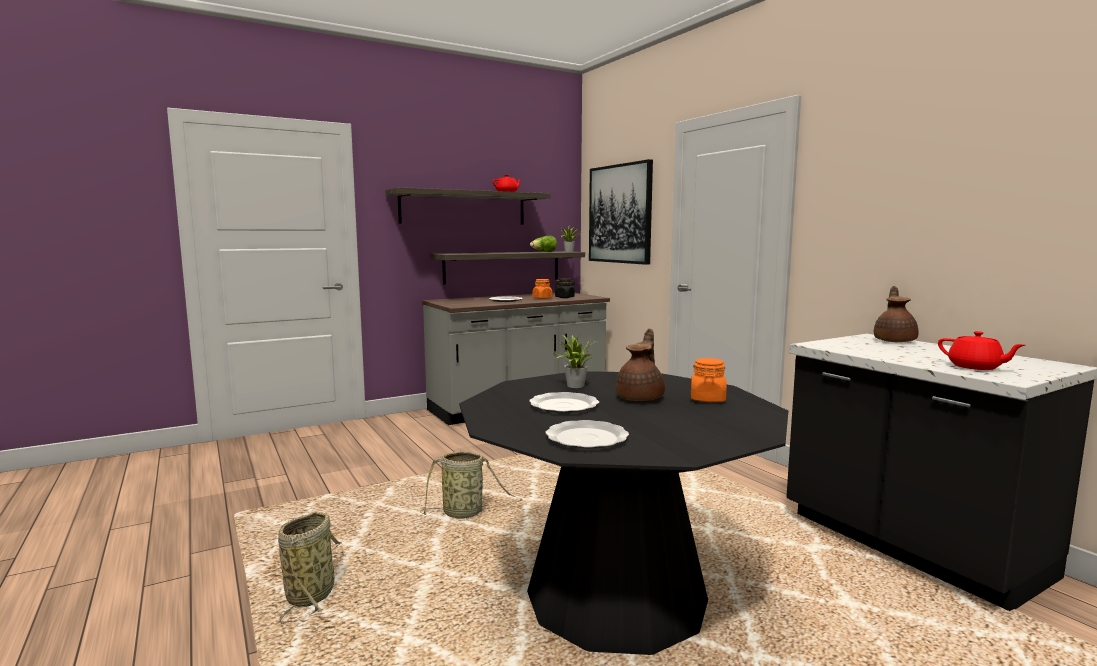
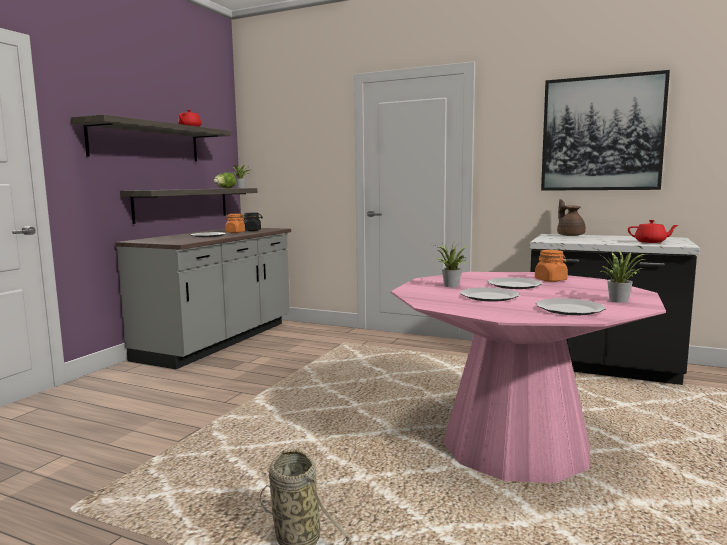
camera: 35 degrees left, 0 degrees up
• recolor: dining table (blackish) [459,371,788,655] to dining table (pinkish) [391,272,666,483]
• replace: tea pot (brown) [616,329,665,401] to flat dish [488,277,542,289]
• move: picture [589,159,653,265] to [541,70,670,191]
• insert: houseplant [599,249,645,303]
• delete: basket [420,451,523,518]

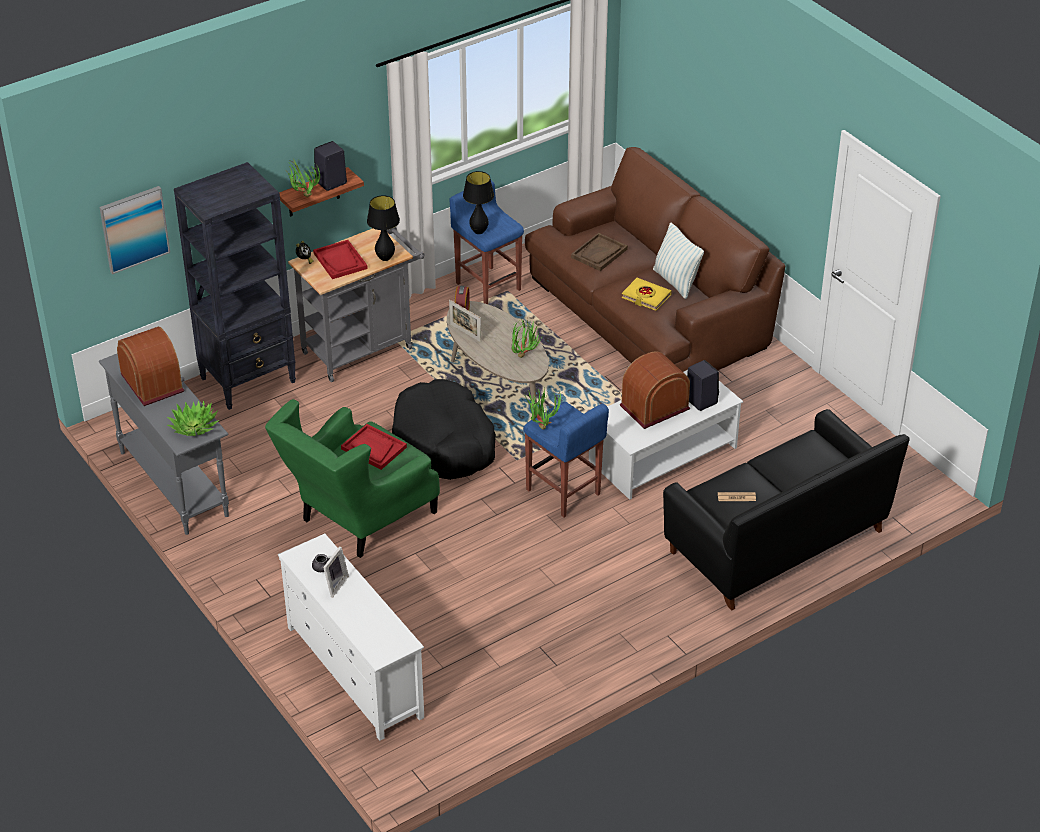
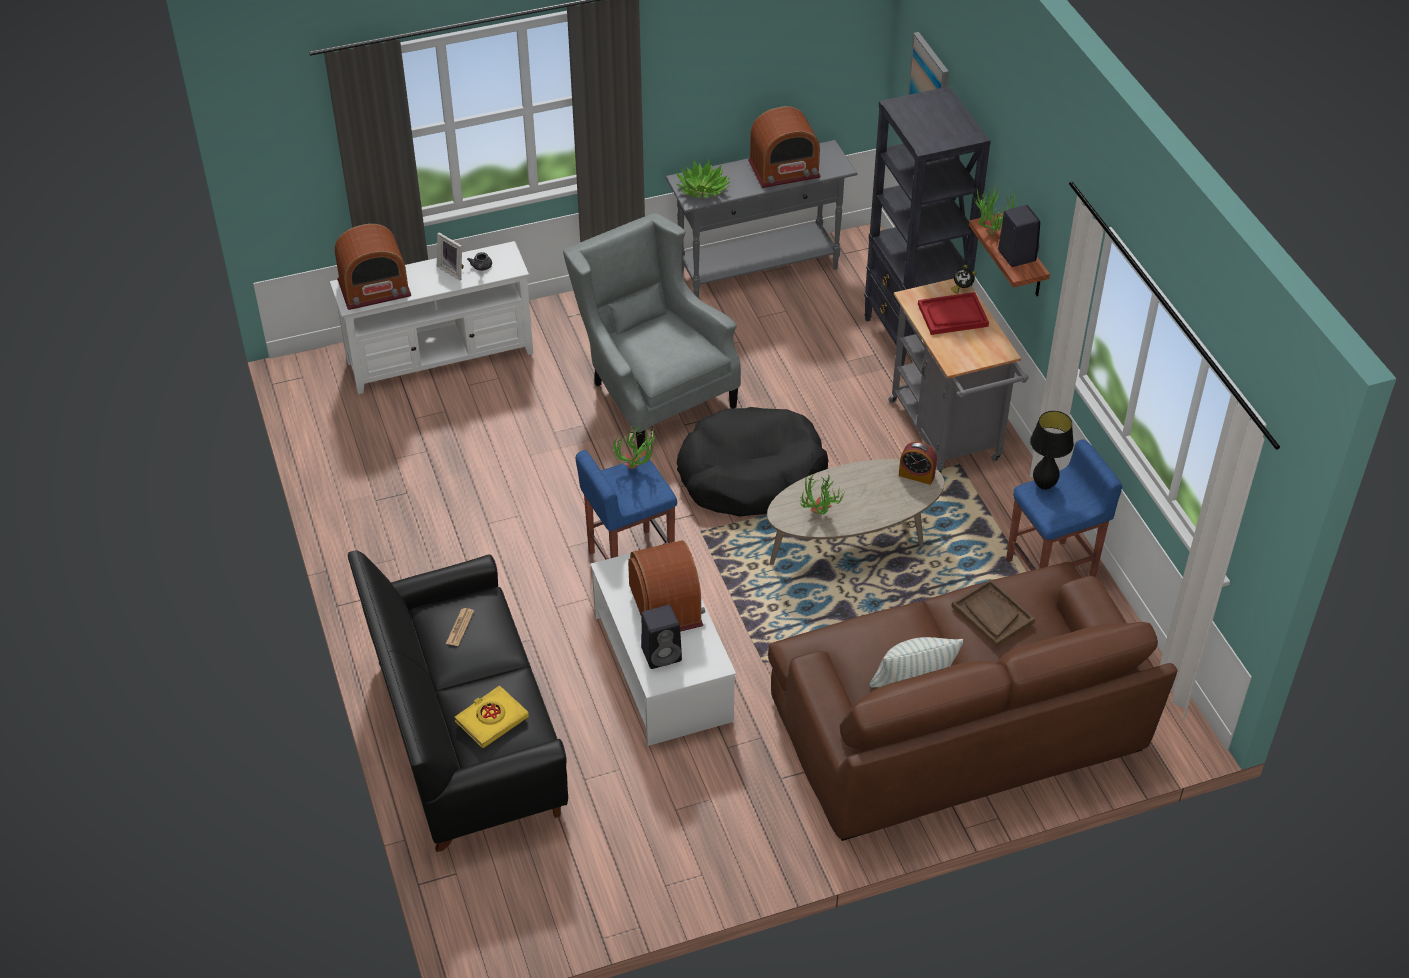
camera: 105 degrees right, 5 degrees up
• insert: radio set [335,224,411,310]
• move: book (yellowish) [622,278,672,311] to [455,685,529,748]
• recolor: lounge chair (green) [265,399,440,558] to lounge chair (greyish) [563,213,741,449]
• delete: tray (reddish) [341,424,407,470]
• delete: tabletop lamp (blackish) [367,195,400,261]
• delete: standing frame [449,300,481,342]

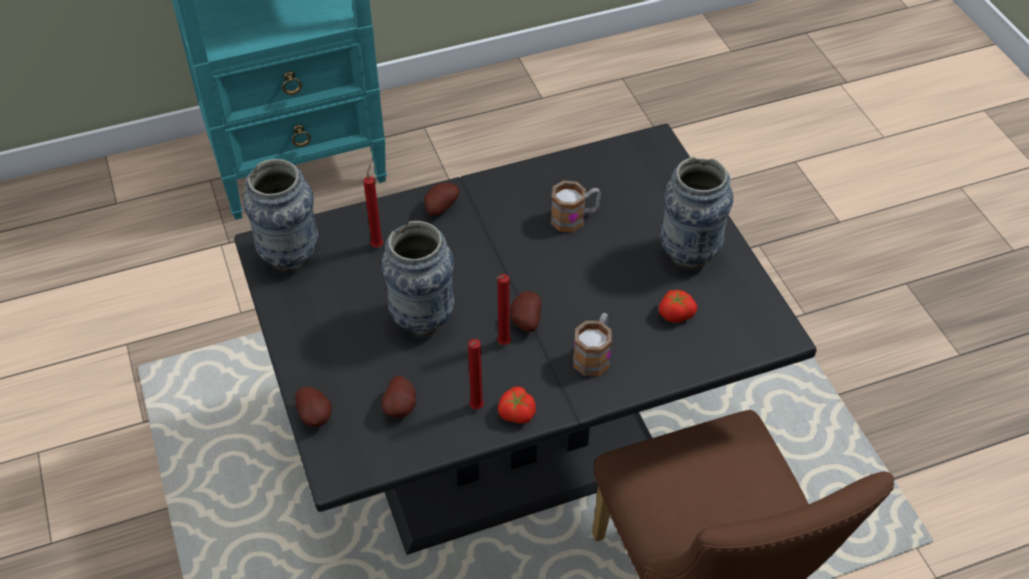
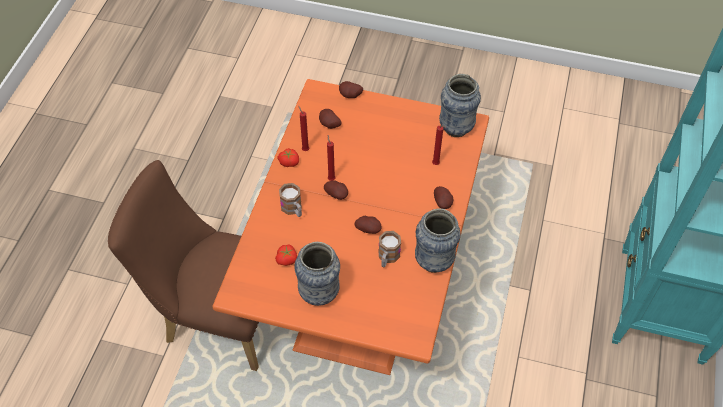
camera: 125 degrees right, 5 degrees up
• recolor: dining table (blackish) [234,124,817,555] to dining table (orange) [213,79,489,375]
• insert: whole potato [354,216,382,234]
• move: decorative vase [381,221,454,335] to [415,208,460,273]

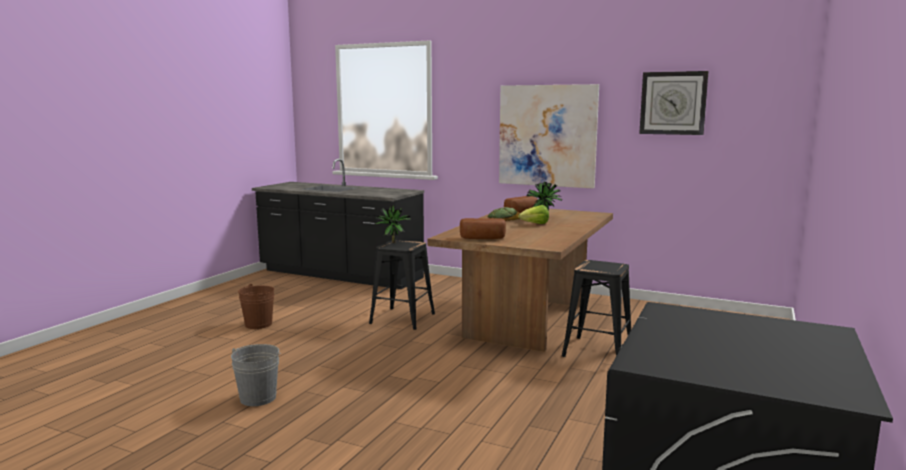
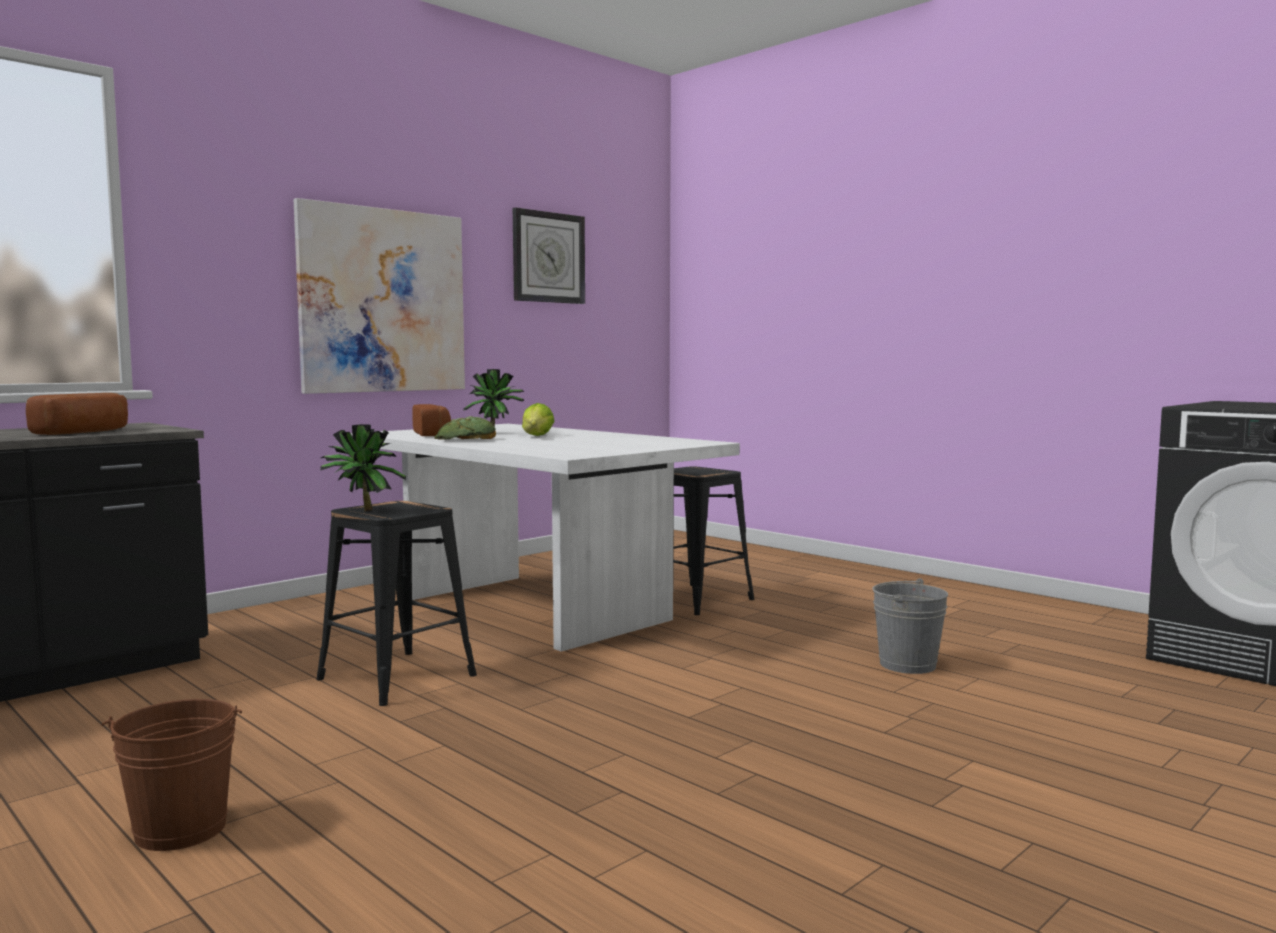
camera: 70 degrees left, 5 degrees down
• move: bread [460,218,506,239] to [26,393,128,435]
• recolor: dining table (brown) [428,209,613,352] to dining table (whitish) [351,424,740,652]
• move: water bucket (greyish) [231,344,281,406] to [872,578,948,674]

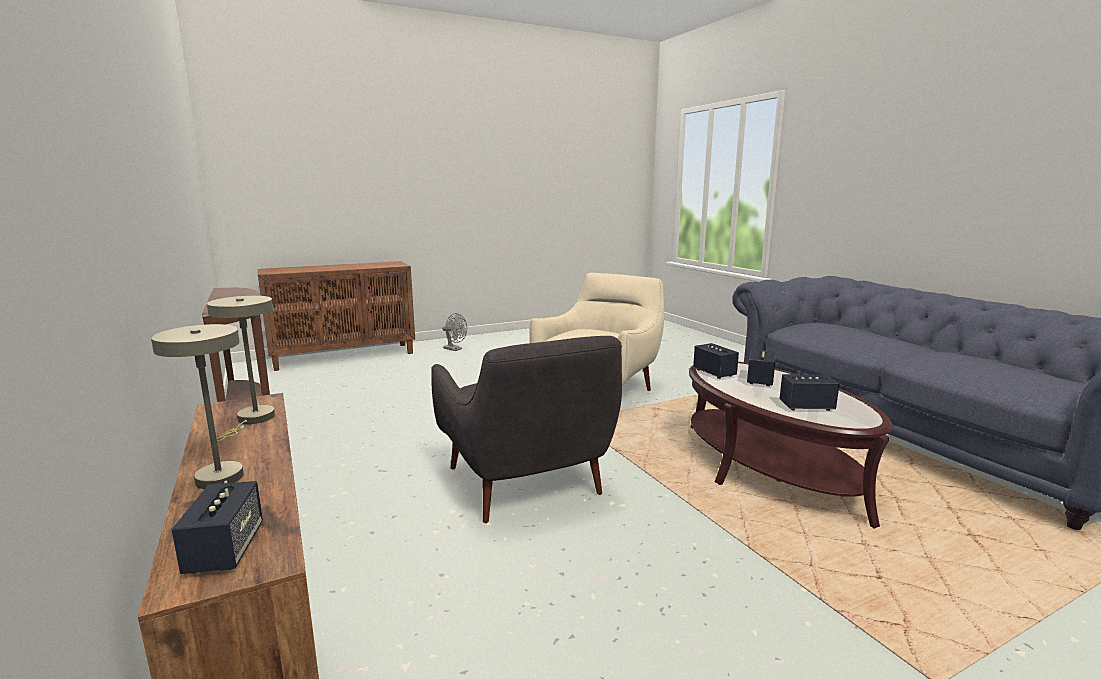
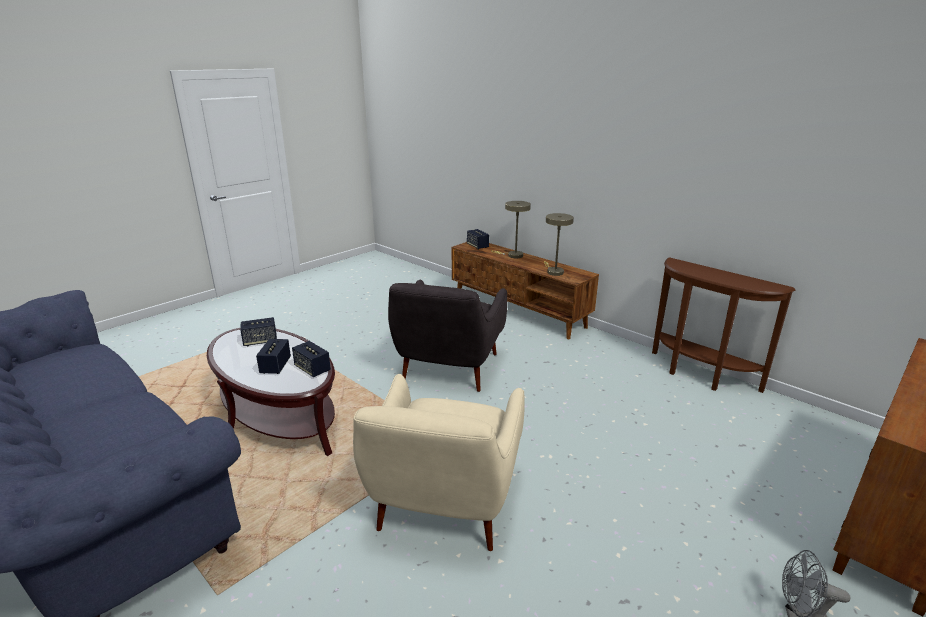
camera: 160 degrees right, 10 degrees up
• rotate: lounge chair (greyish) [431,336,622,523] = [388,280,507,392] 120 degrees counterclockwise

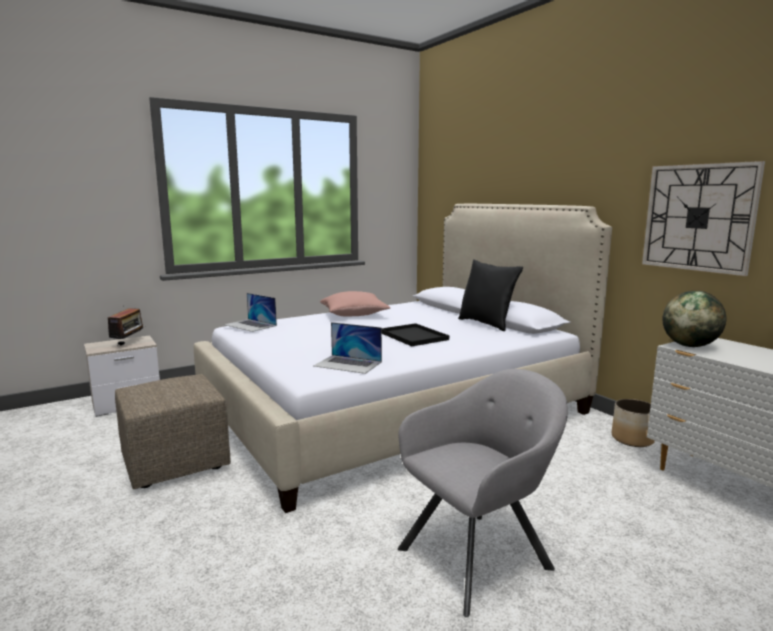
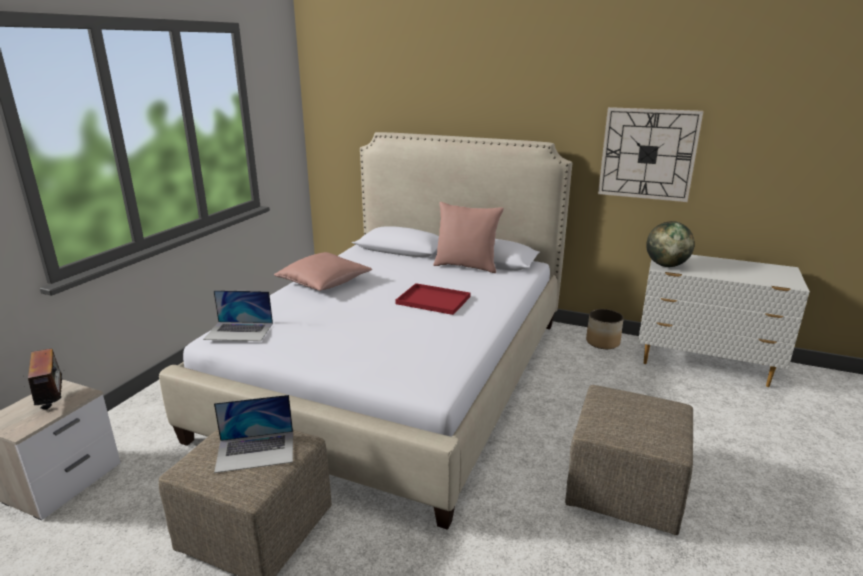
camera: 35 degrees left, 10 degrees up
• move: laptop [314,322,382,374] to [214,395,293,473]
• recolor: tray (blackish) [382,323,449,346] to tray (reddish) [395,283,470,315]
• recolor: pillow (blackish) [458,259,523,331] to pillow (pinkish) [433,202,504,273]
• replace: lounge chair (greyish) [398,369,568,617] to ottoman (sand-coloured) [565,385,693,535]

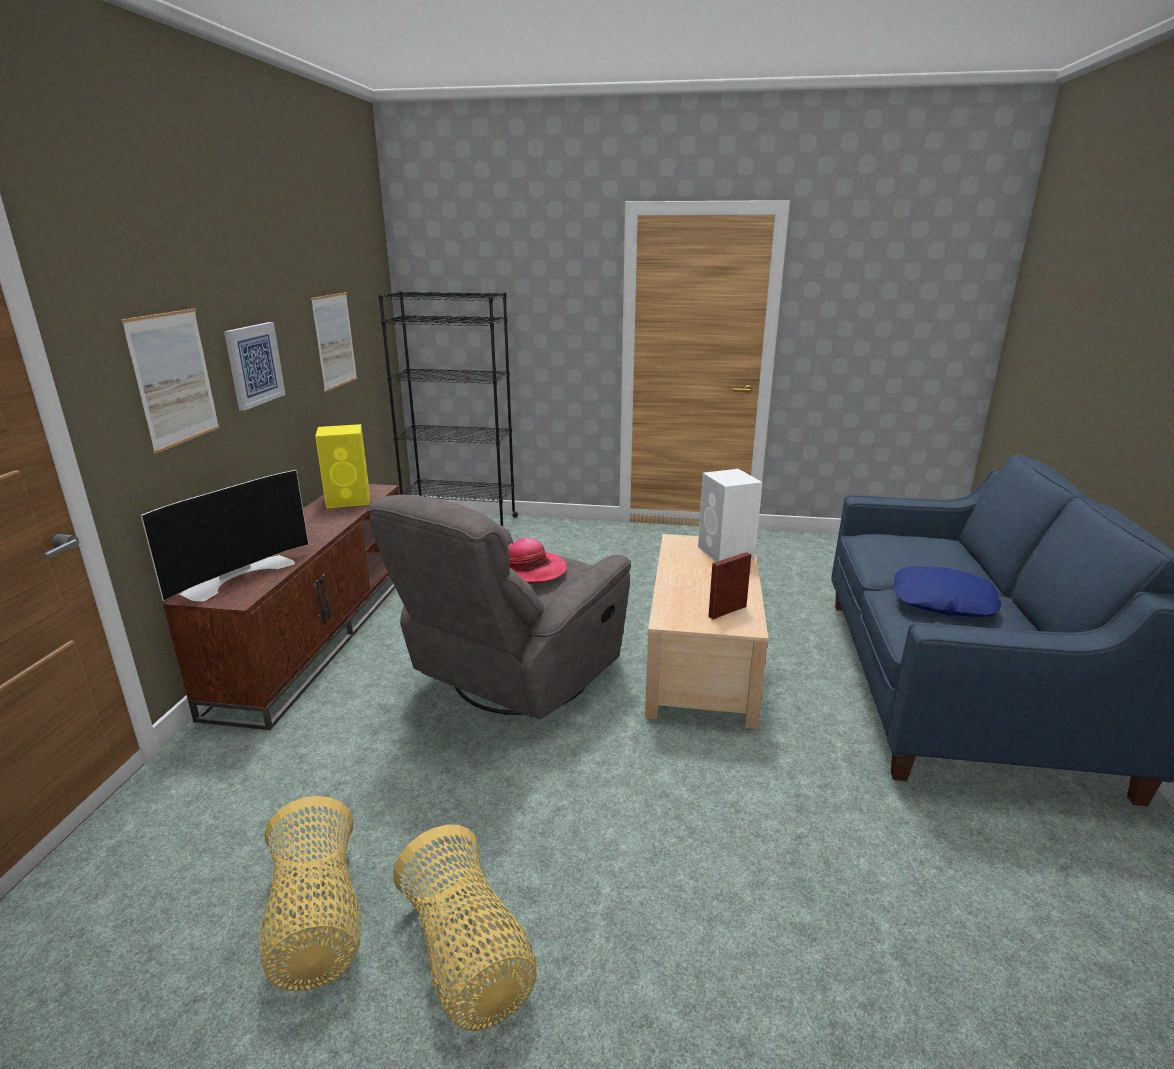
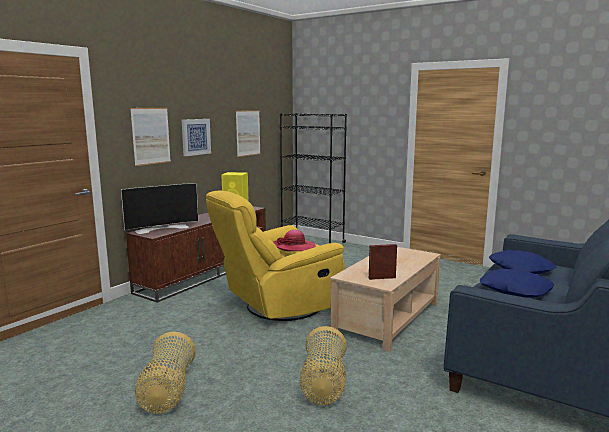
camera: 25 degrees right, 10 degrees down
• recolor: lounge chair (greyish) [368,495,631,719] to lounge chair (yellowish) [205,191,345,321]
• move: basket [260,796,361,991] to [300,326,347,405]
• insert: pillow (bluish) [489,250,557,274]
• delete: speaker (whitish) [698,469,763,562]

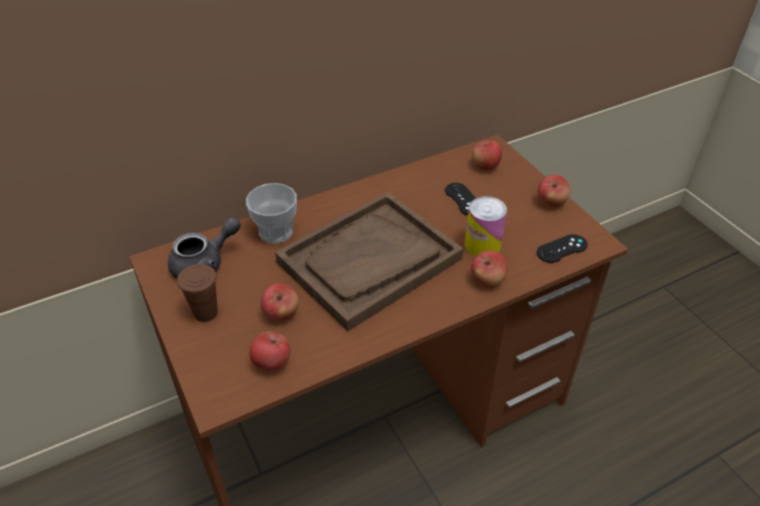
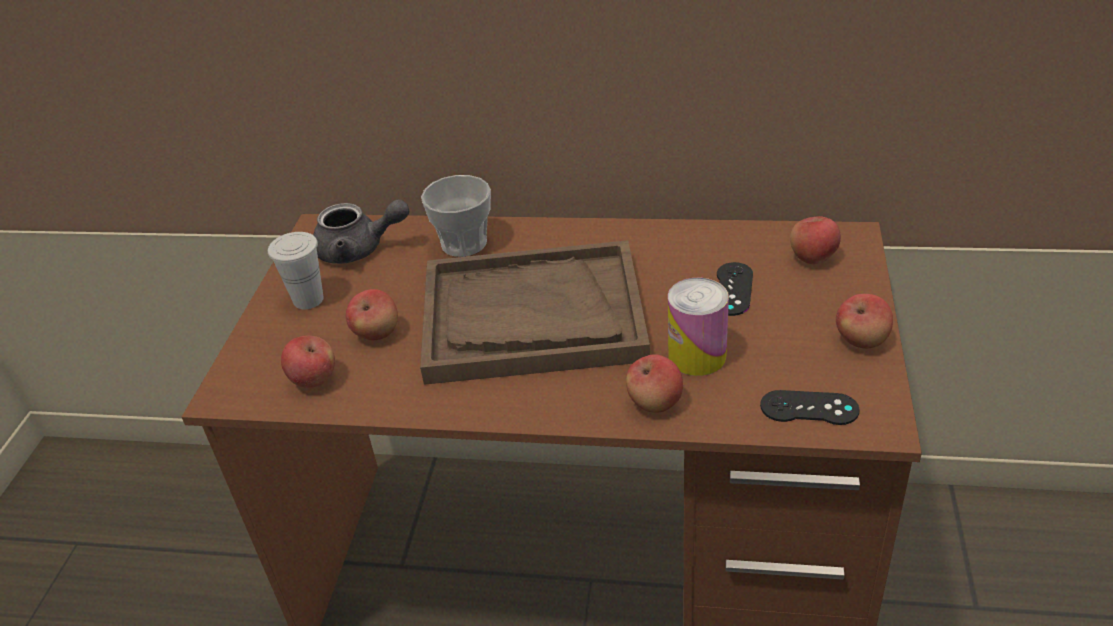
camera: 40 degrees right, 5 degrees down
• recolor: drinking cup (brown) [177,264,218,322] to drinking cup (whitish) [268,232,324,309]

